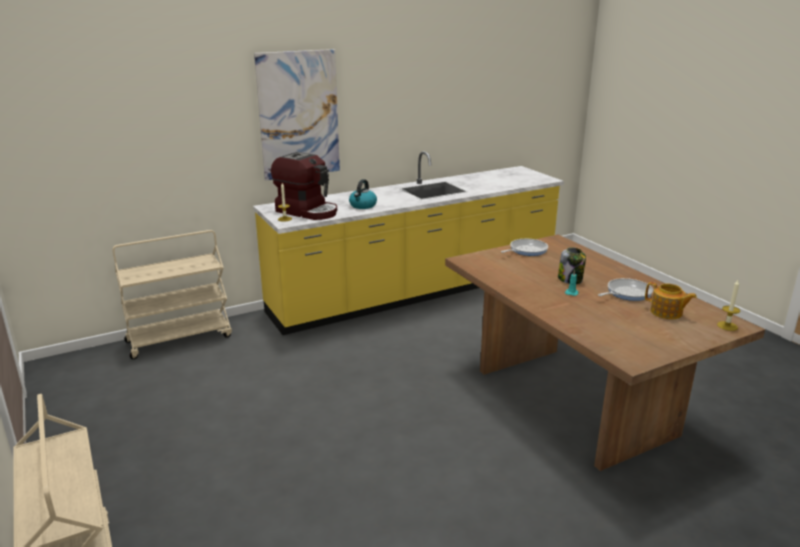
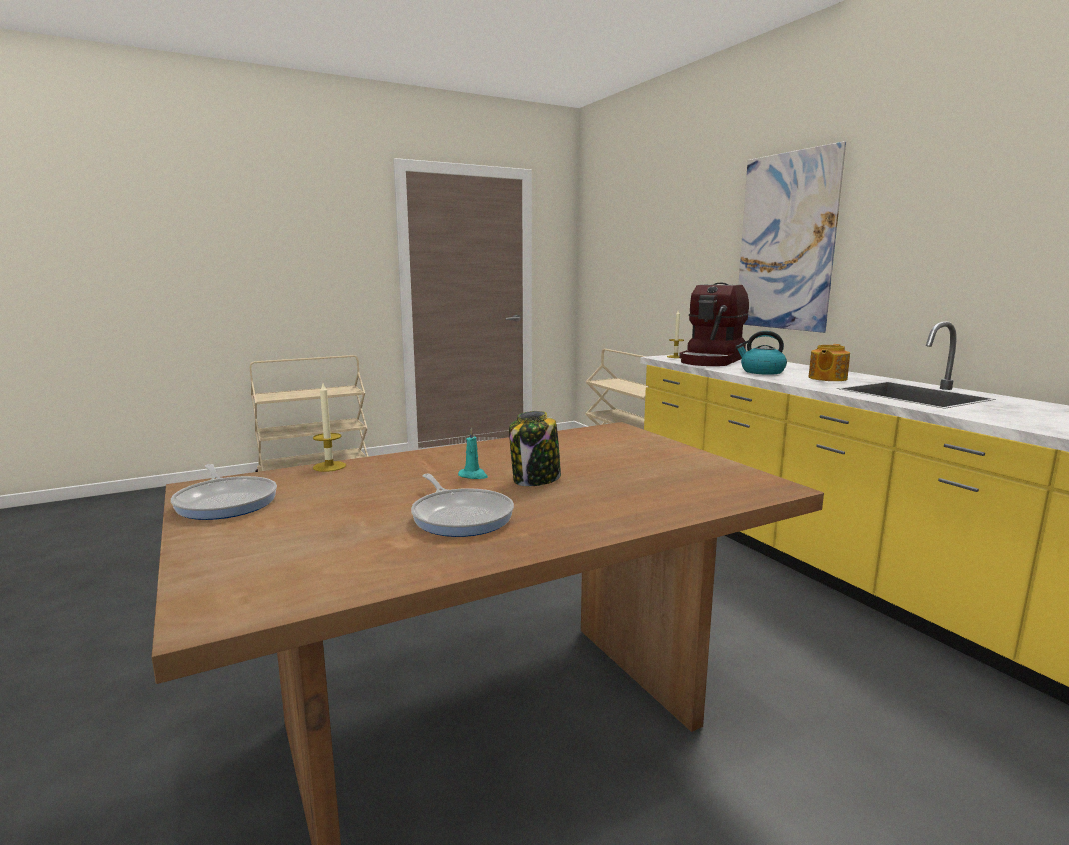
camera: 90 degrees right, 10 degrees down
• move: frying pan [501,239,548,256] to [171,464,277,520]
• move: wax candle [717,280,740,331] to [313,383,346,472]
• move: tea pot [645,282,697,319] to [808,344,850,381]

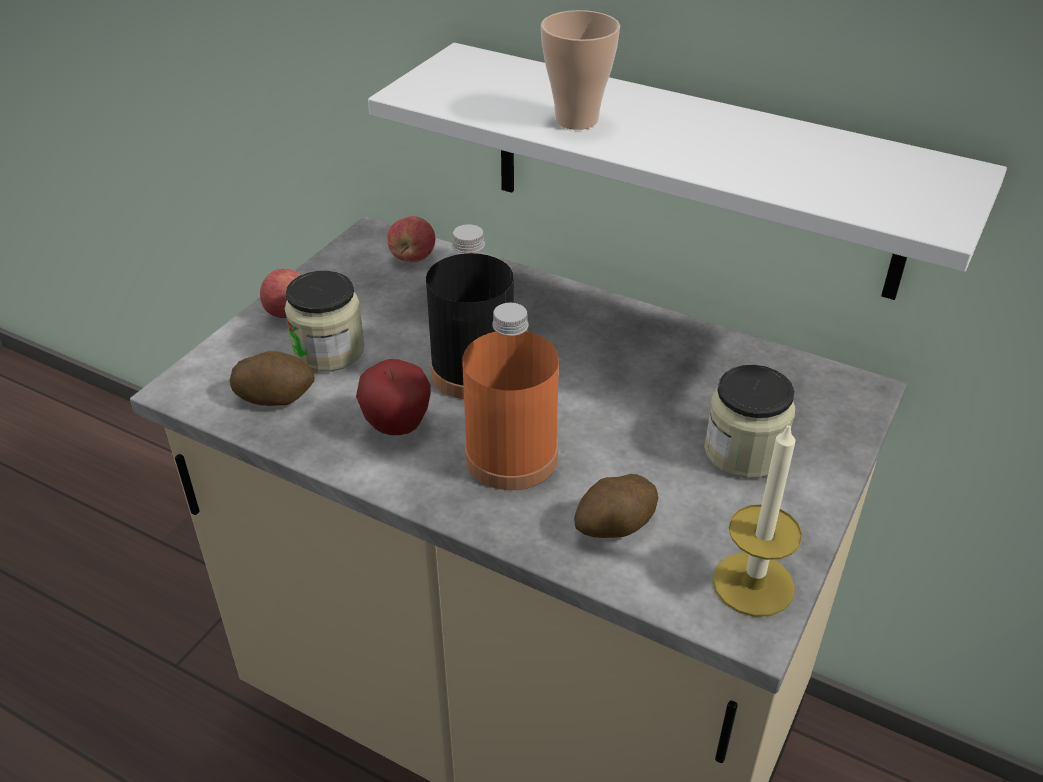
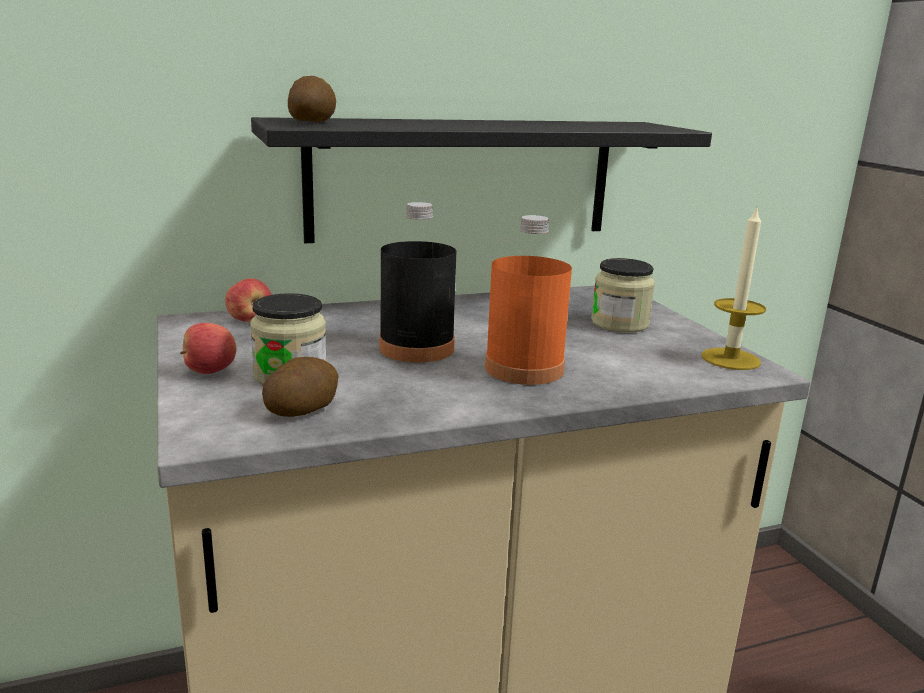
camera: 50 degrees left, 20 degrees down
• recolor: wall shelf (whitish) [368,43,1007,300] to wall shelf (blackish) [251,117,712,243]
• move: whole potato [574,474,658,538] to [288,76,336,122]
• delete: apple [356,359,431,435]
• delete: drinking cup [541,10,620,130]

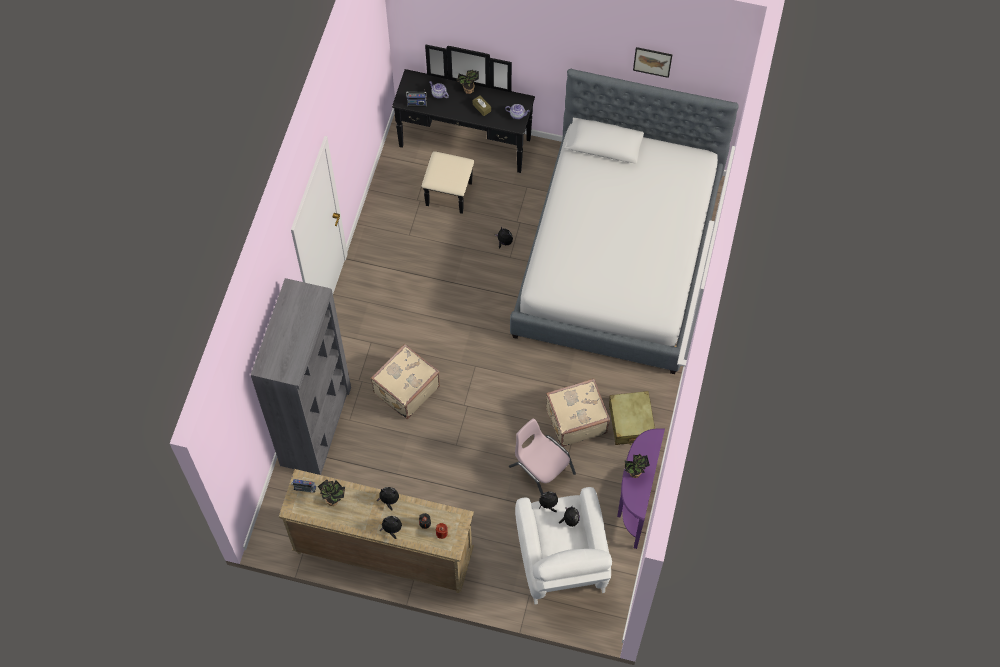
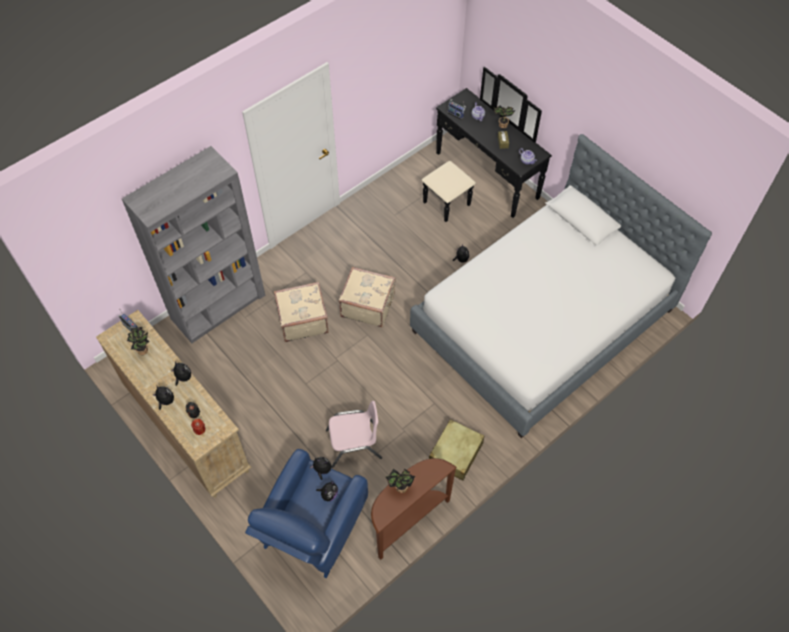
camera: 35 degrees right, 5 degrees down
• recolor: lounge chair (whitish) [515,487,612,604] to lounge chair (bluish) [245,449,368,578]
• rotate: plain chair (pinkish) [509,418,576,495] = [326,401,382,468] 90 degrees clockwise
• move: suitcase (sand-coloured) [546,378,610,447] to [339,267,396,327]
• recolor: console table (purple) [617,428,665,549] to console table (brown) [371,458,457,560]
• delete: picture [633,47,672,78]

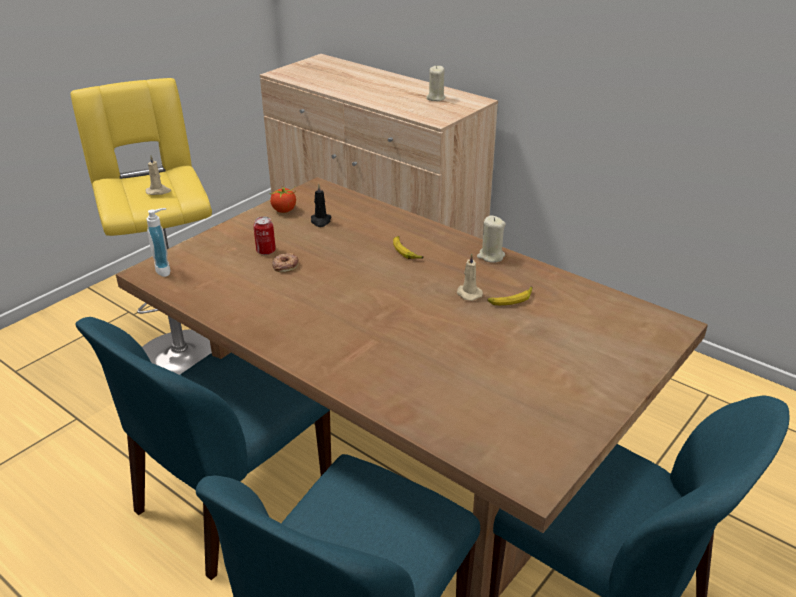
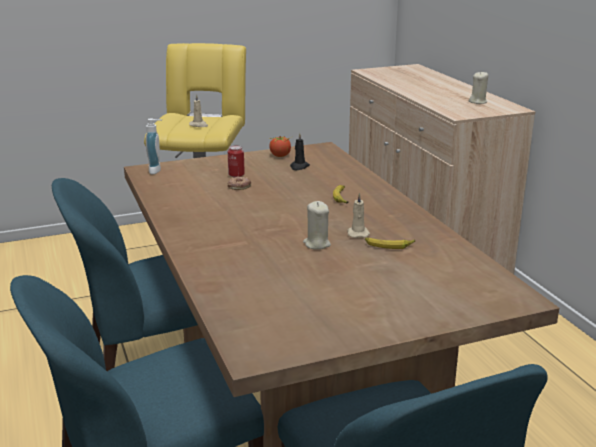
camera: 30 degrees right, 10 degrees down
• move: wax candle (sand-coloured) [477,215,505,263] to [303,201,331,249]

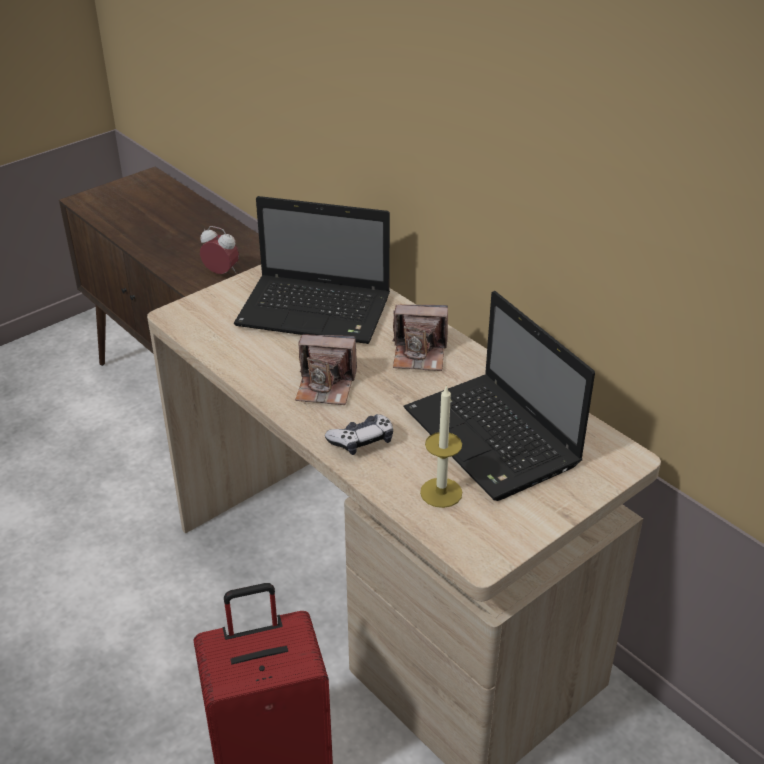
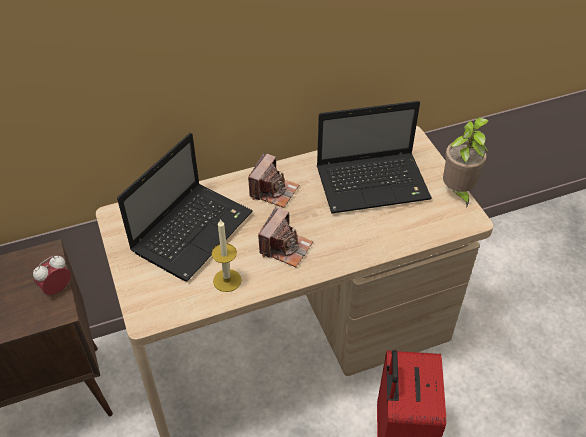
camera: 70 degrees left, 10 degrees up
• move: wax candle [420,385,462,508] to [212,219,242,292]
• insert: houseplant [443,118,489,206]
• delete: gamepad [325,414,393,455]

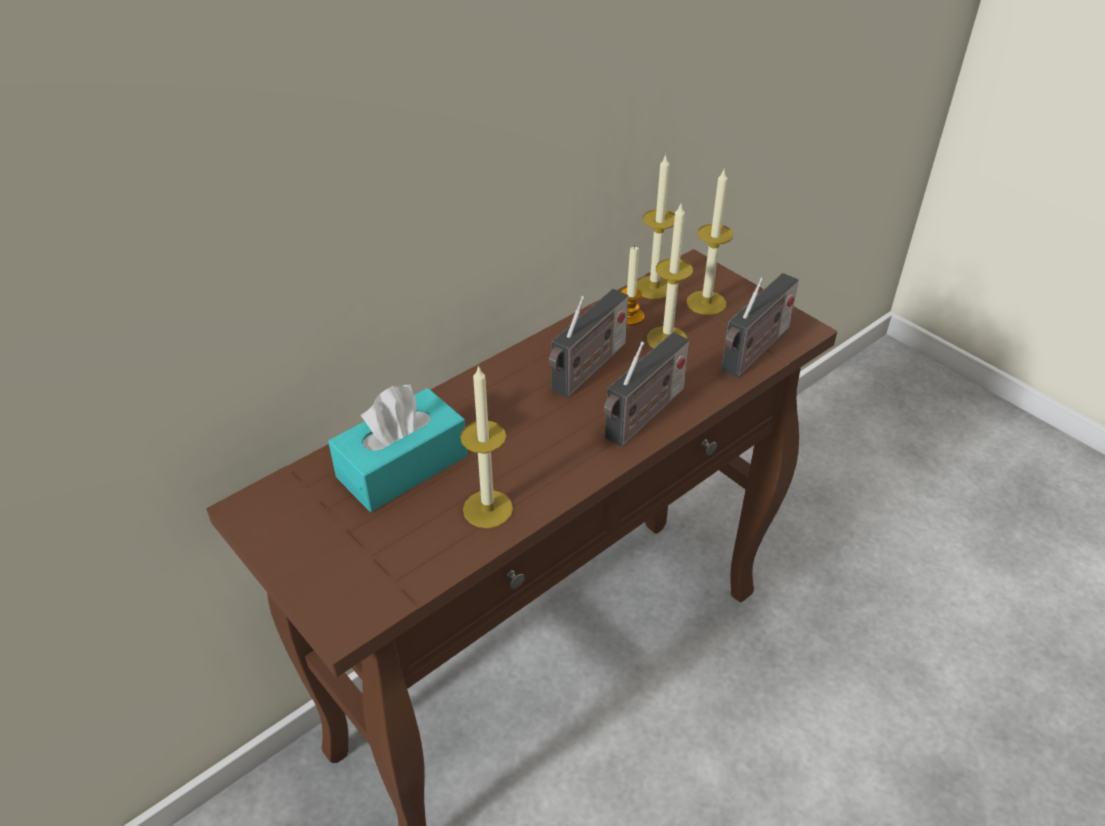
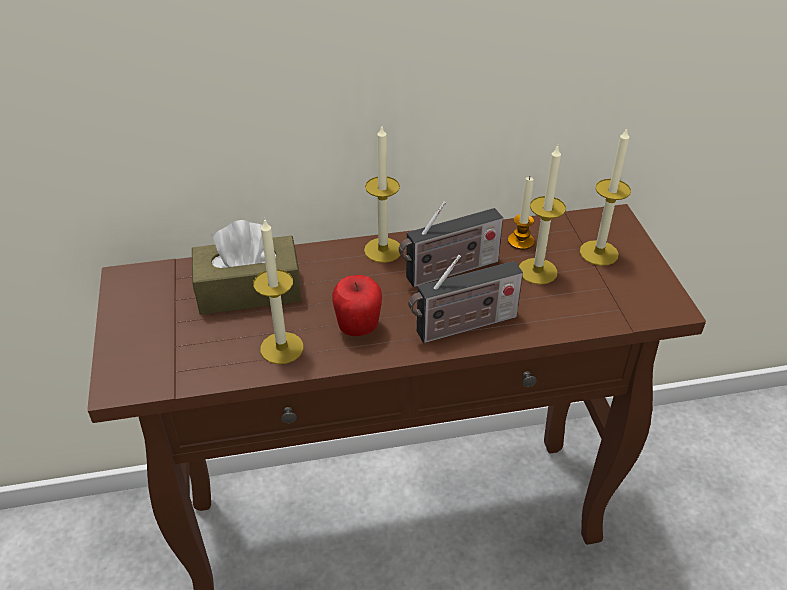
camera: 30 degrees right, 0 degrees up
• recolor: tissue holder (blue-green) [328,385,467,512] to tissue holder (brown) [192,220,301,315]
• insert: apple [332,275,382,336]
• move: wax candle [637,154,675,299] to [364,126,401,263]
• delete: radio set [721,273,799,378]

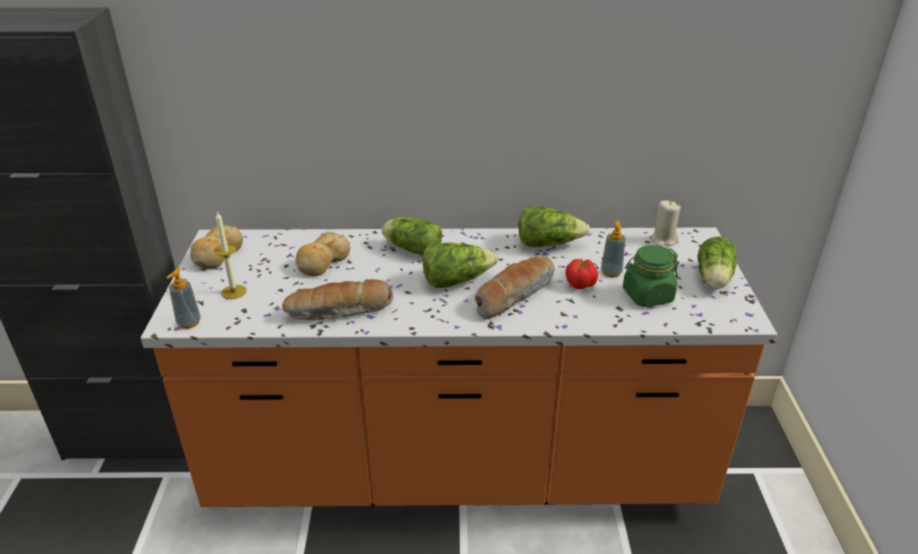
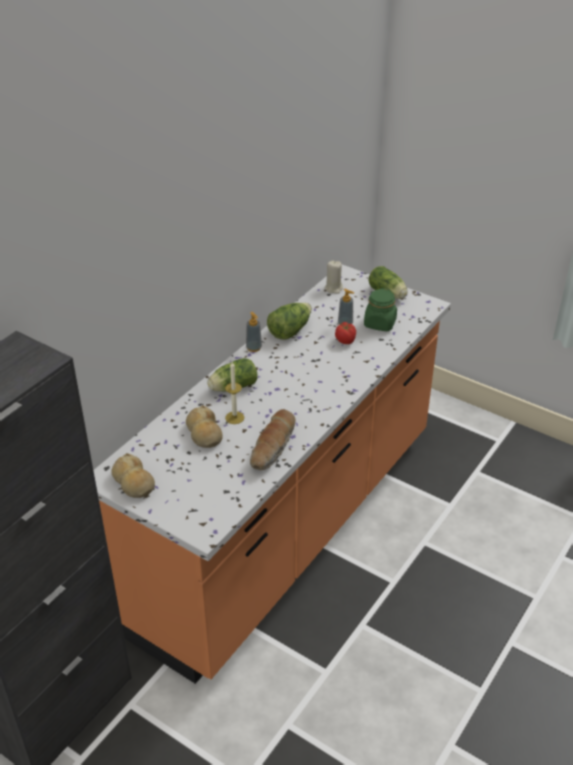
camera: 55 degrees left, 5 degrees up
• move: wax candle [214,211,247,299] to [225,362,244,424]
• move: liquid soap bottle [166,268,201,329] to [246,312,262,352]
• delete: head of lettuce [422,242,498,288]
• delete: bread [475,256,555,320]

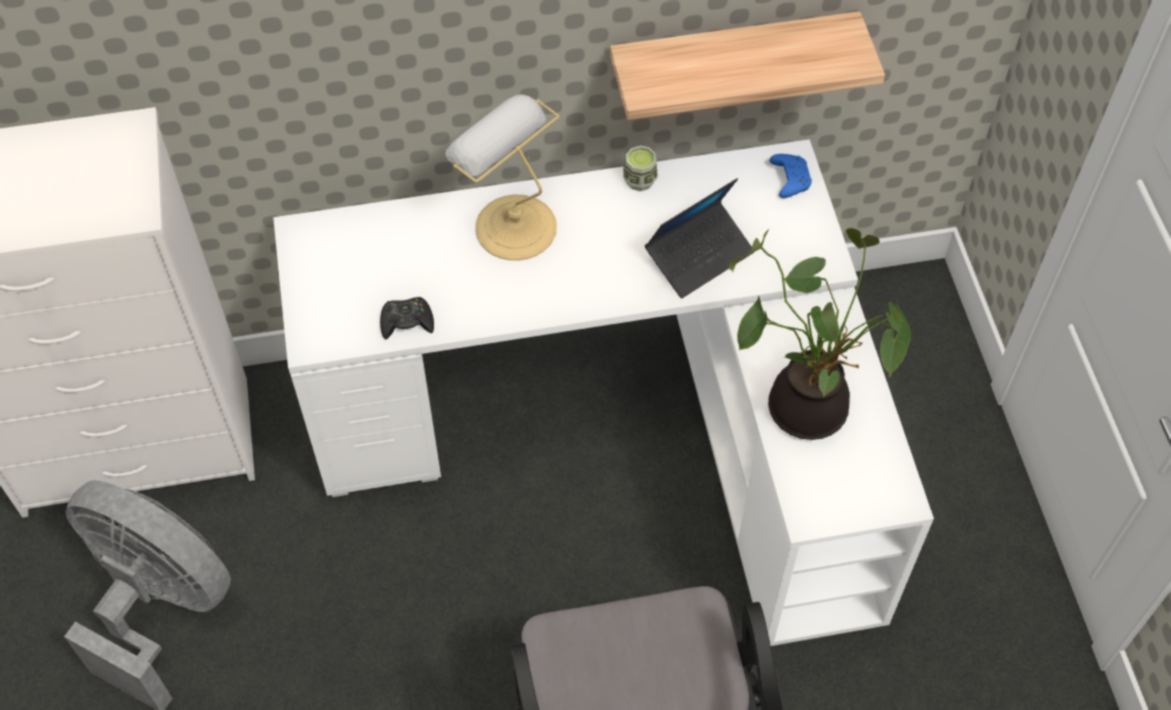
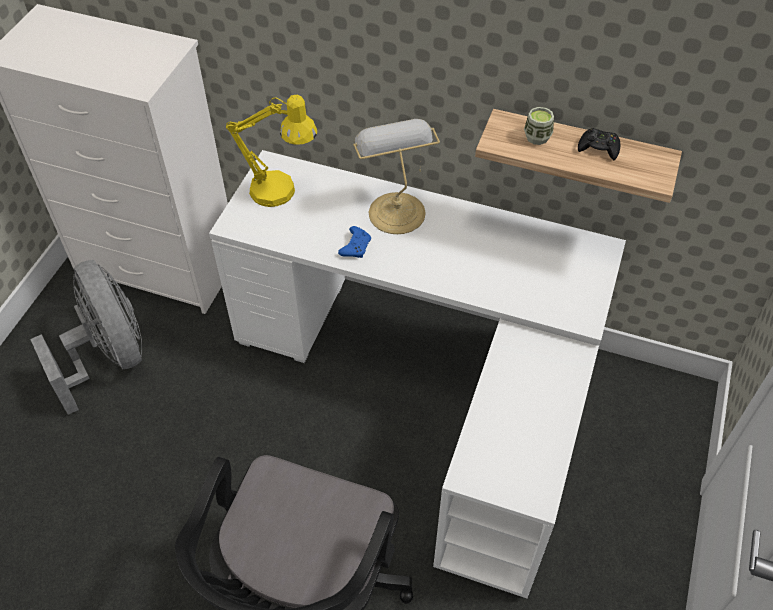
camera: 30 degrees right, 5 degrees down
• insert: tabletop lamp (yellowish) [226,95,317,207]
• move: gamepad (bluish) [769,154,812,198] to [338,226,371,258]
• move: drinking cup [623,145,658,191] to [524,107,554,145]
• move: gamepad (blackish) [380,297,434,340] to [578,128,620,160]
• delete: laptop [645,178,754,298]
• delete: houseplant [729,228,911,440]

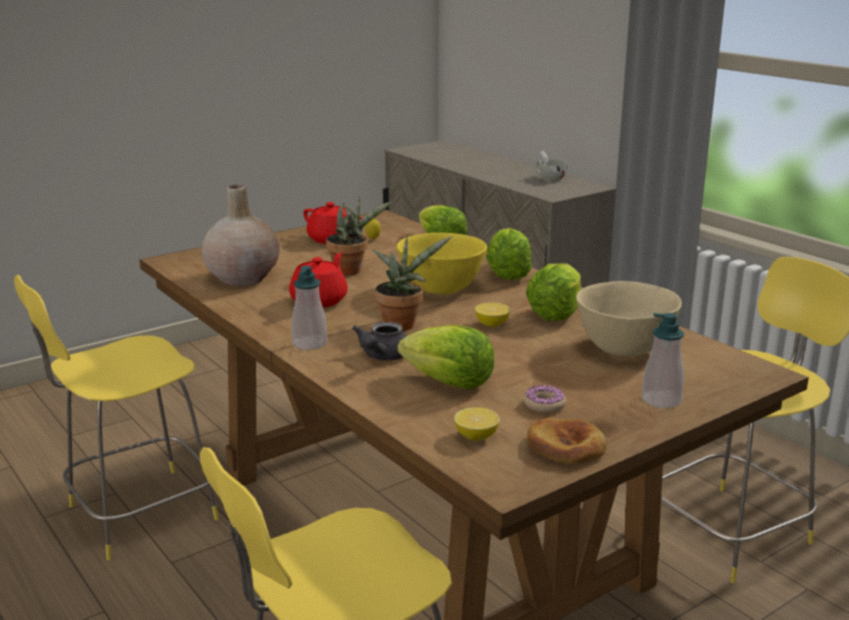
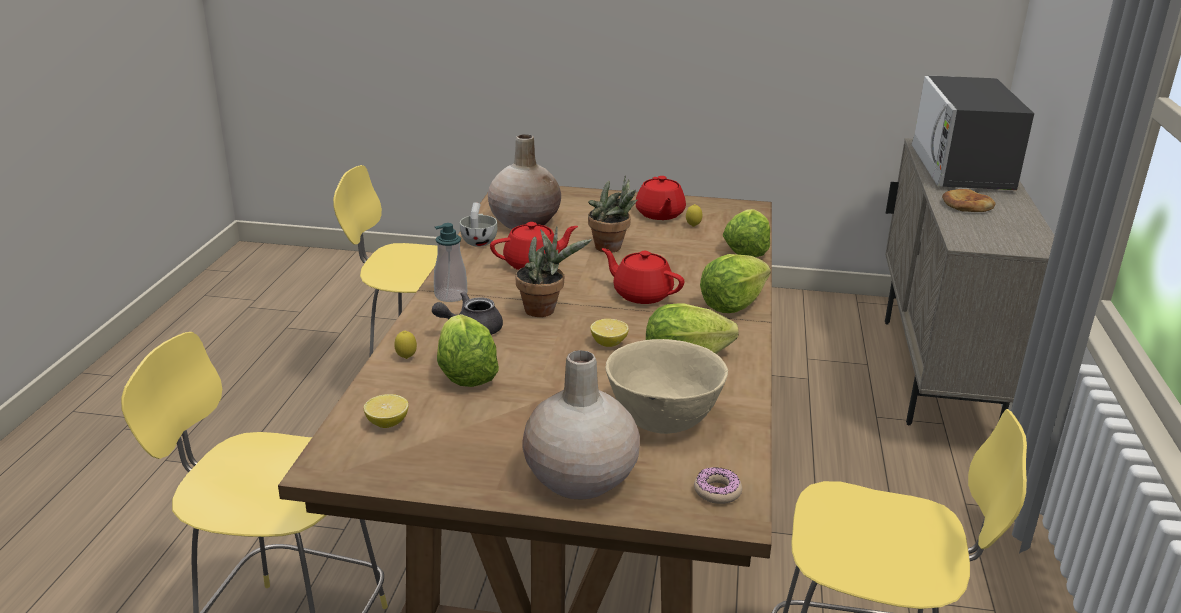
camera: 45 degrees right, 5 degrees up
• insert: lemon [395,331,417,359]
• move: drinking cup (whitish) [536,151,567,181] to [460,202,497,247]
• replace: liquid soap bottle [642,313,684,408] to decorative vase (sand-coloured) [522,350,640,499]
• replace: serving bowl (yellowish) [397,233,487,295] to tea pot (reddish) [602,248,684,304]
• move: doughnut [524,385,566,413] to [694,467,742,504]
• insert: microwave oven [911,76,1034,190]
• move: bread [527,417,607,464] to [942,189,995,212]

